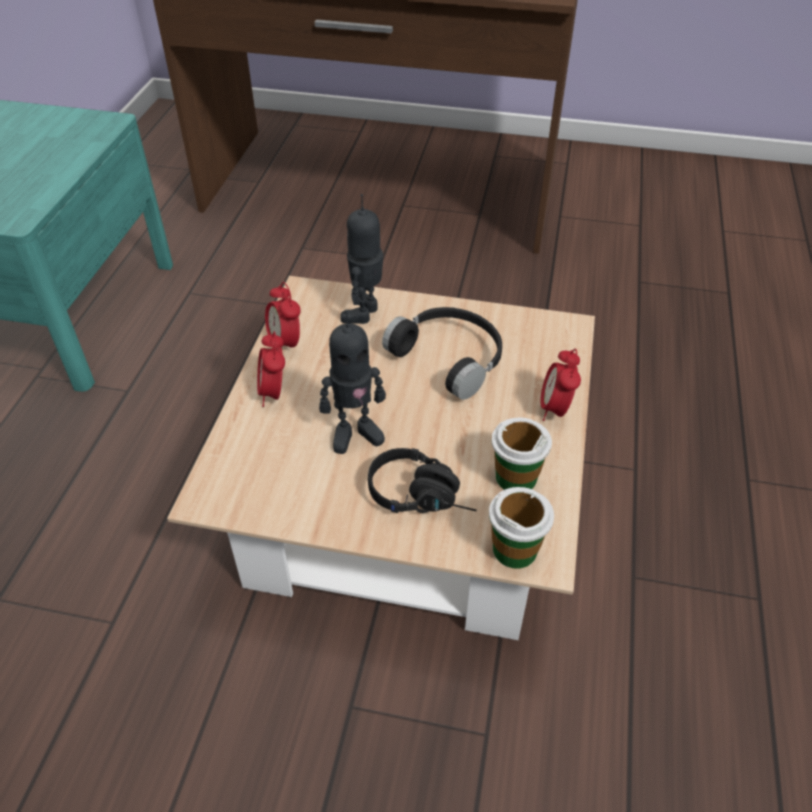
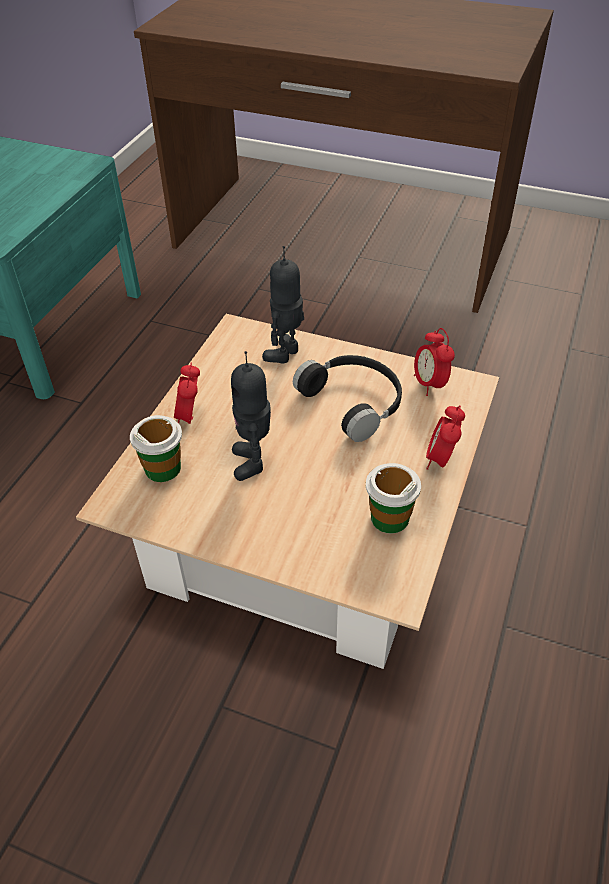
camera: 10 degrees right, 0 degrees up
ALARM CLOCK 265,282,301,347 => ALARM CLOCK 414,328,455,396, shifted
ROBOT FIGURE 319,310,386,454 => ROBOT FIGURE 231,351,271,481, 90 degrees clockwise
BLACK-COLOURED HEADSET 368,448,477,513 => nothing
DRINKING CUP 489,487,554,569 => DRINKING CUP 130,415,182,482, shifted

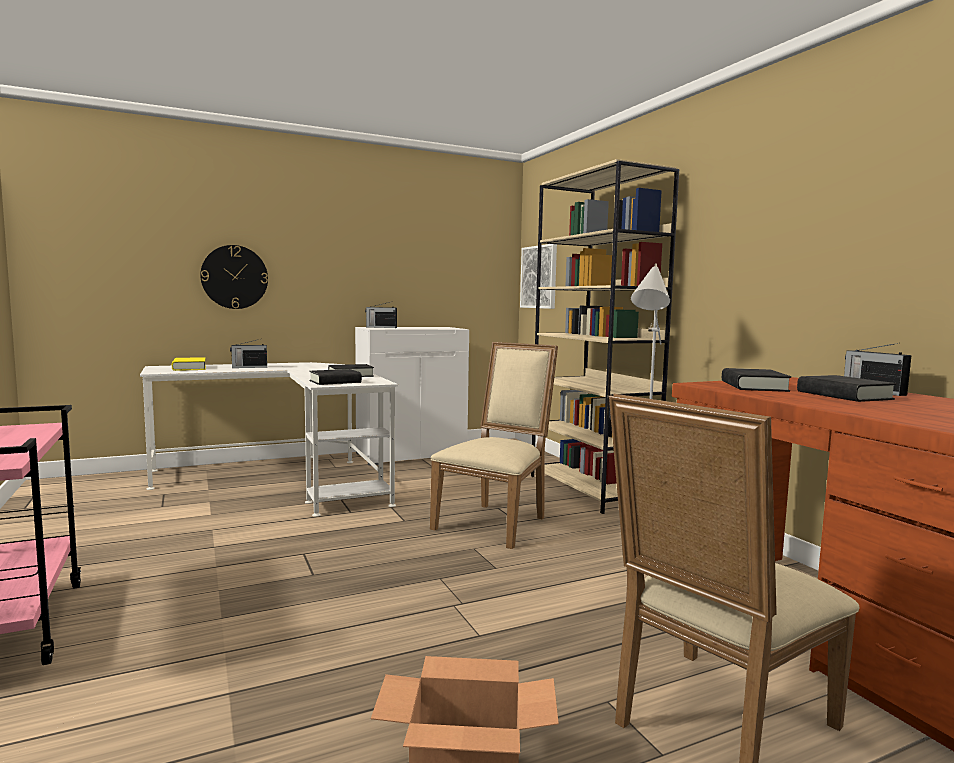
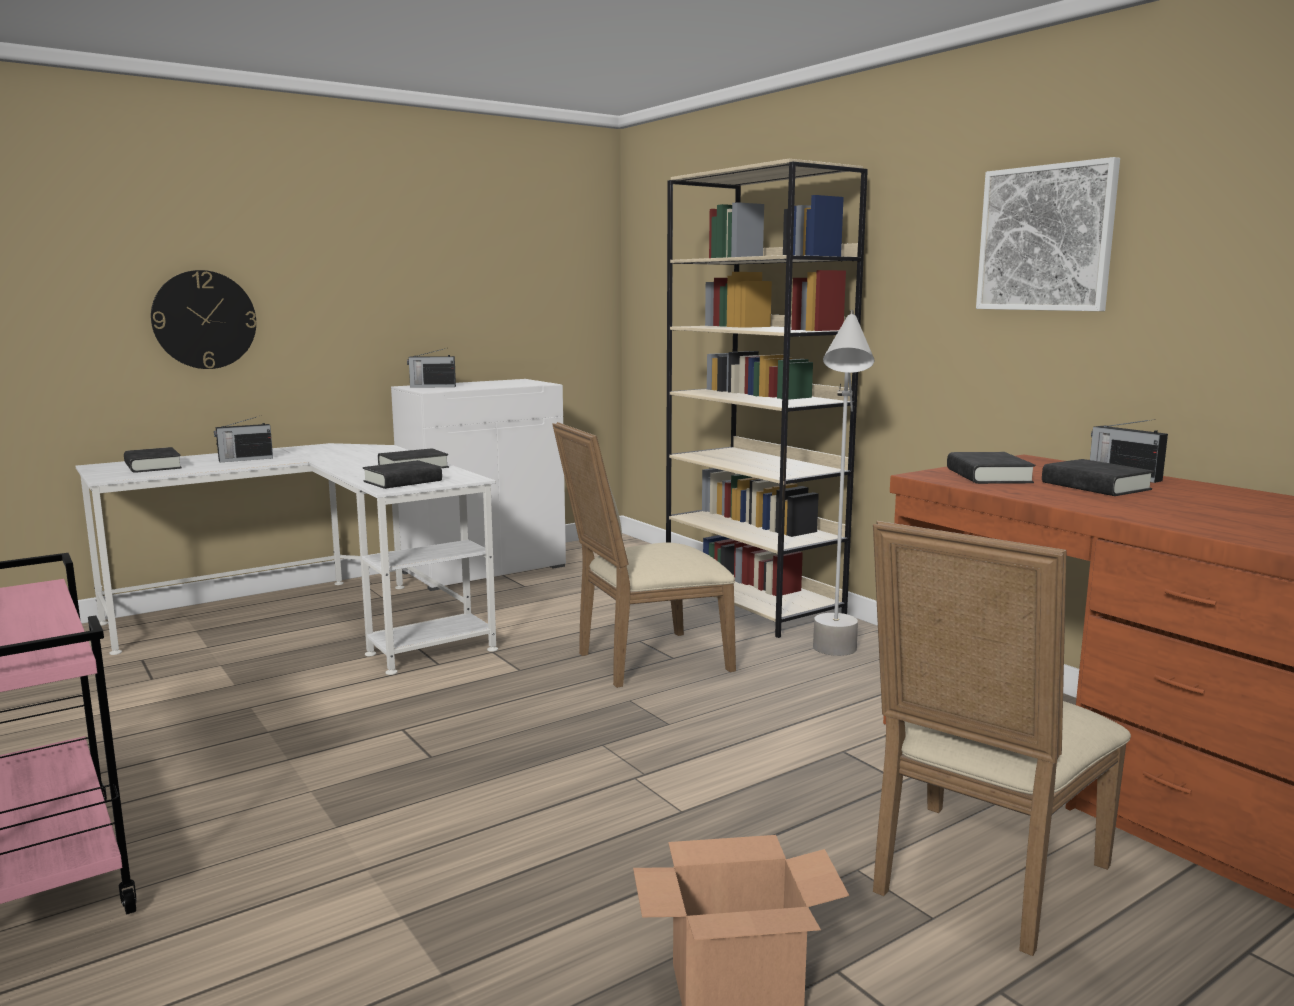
camera: 10 degrees left, 5 degrees up
PICTURE 520,244,557,309 => PICTURE 976,157,1120,311, shifted
BEIGE CHAIR 430,342,558,549 => BEIGE CHAIR 552,422,736,688, 135 degrees counterclockwise
YELLOW VOLUME 172,357,206,371 => BLACK-COLOURED VOLUME 124,447,182,473

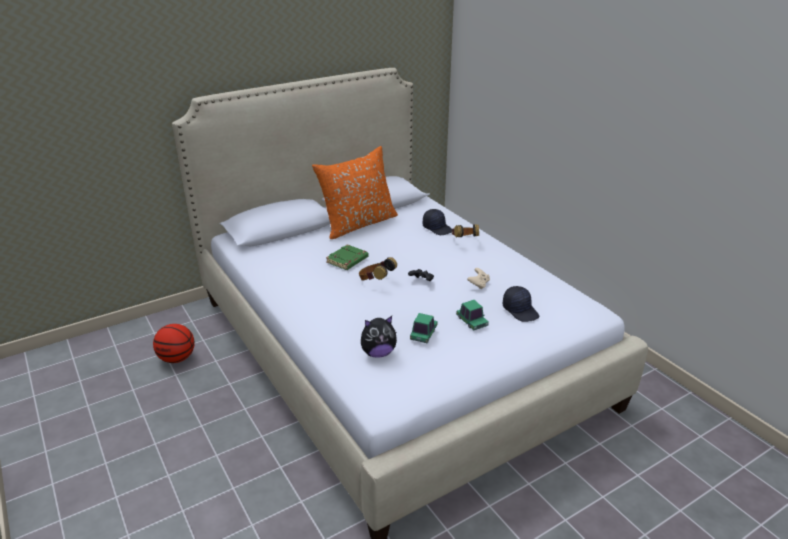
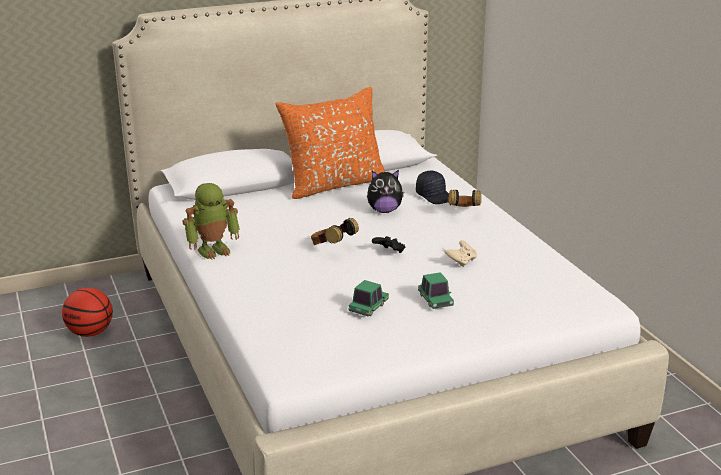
camera: 10 degrees right, 5 degrees down
GREEN VOLUME 326,244,369,270 => nothing
BLACK-COLOURED CAP 503,286,539,322 => nothing
SOFT TOY 361,316,397,358 => SOFT TOY 367,170,404,213, shifted
nothing => ROBOT FIGURE 182,183,240,260

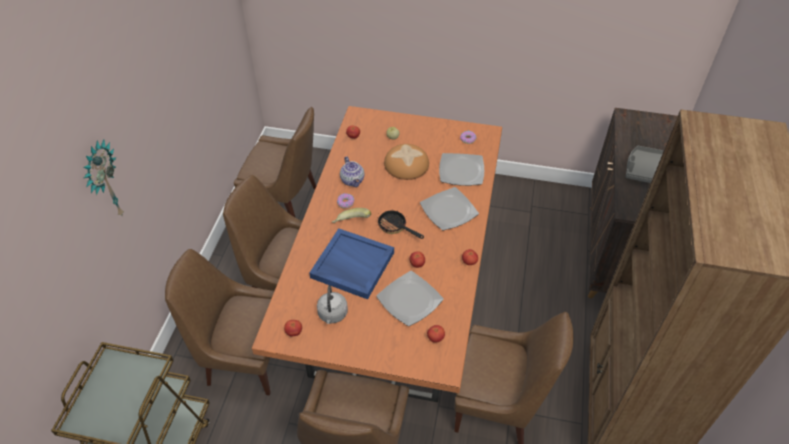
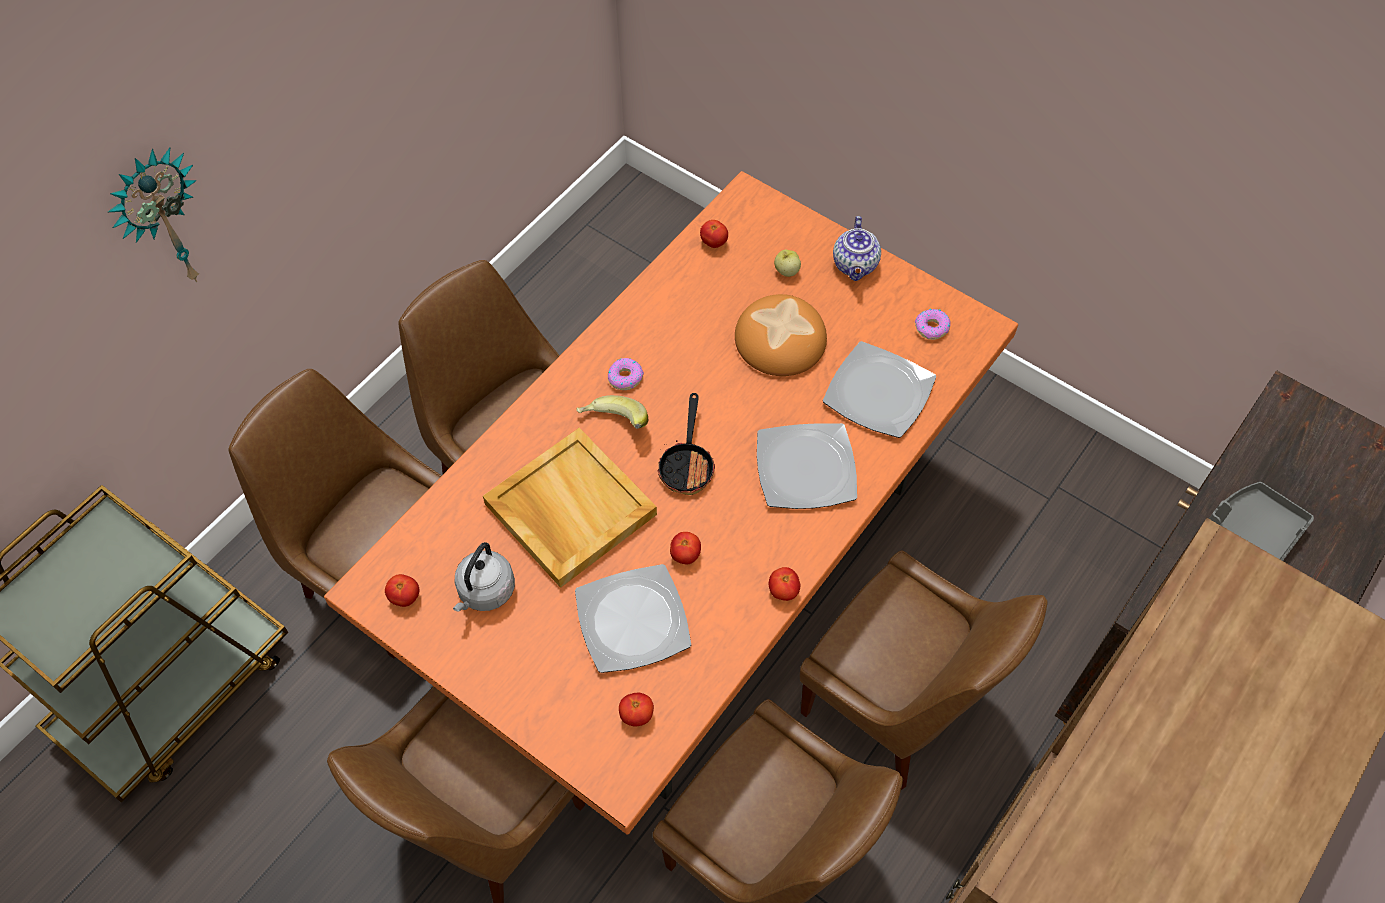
camera: 25 degrees right, 10 degrees up
BROWN-COLOURED CHAIR 234,107,316,218 => BROWN-COLOURED CHAIR 800,550,1048,790, shifted
TEAPOT 340,157,364,187 => TEAPOT 833,216,881,281, shifted
SKILLET 377,210,424,239 => SKILLET 658,393,715,495, 150 degrees counterclockwise
BLUE-COLOURED SERVING TRAY 309,228,394,299 => BEIGE SERVING TRAY 483,428,657,588

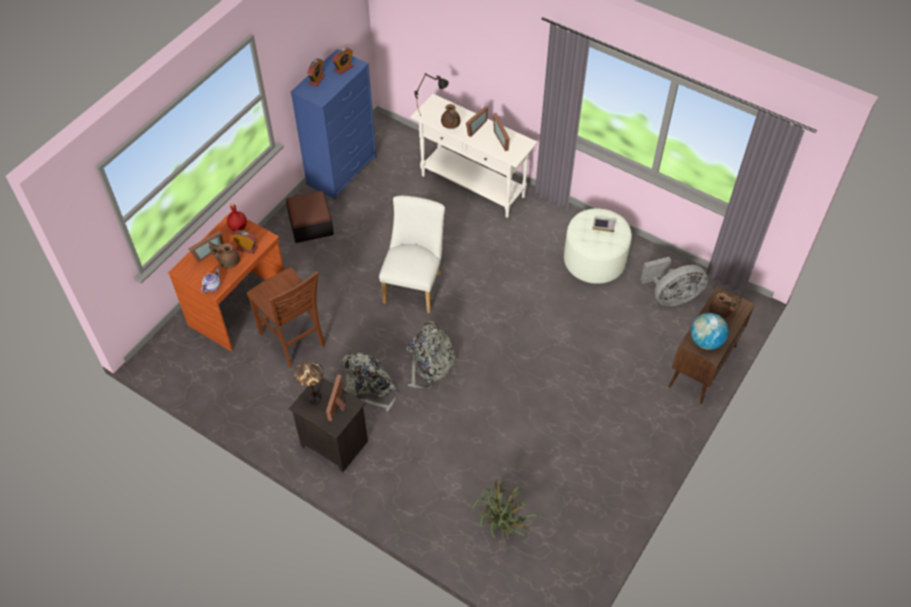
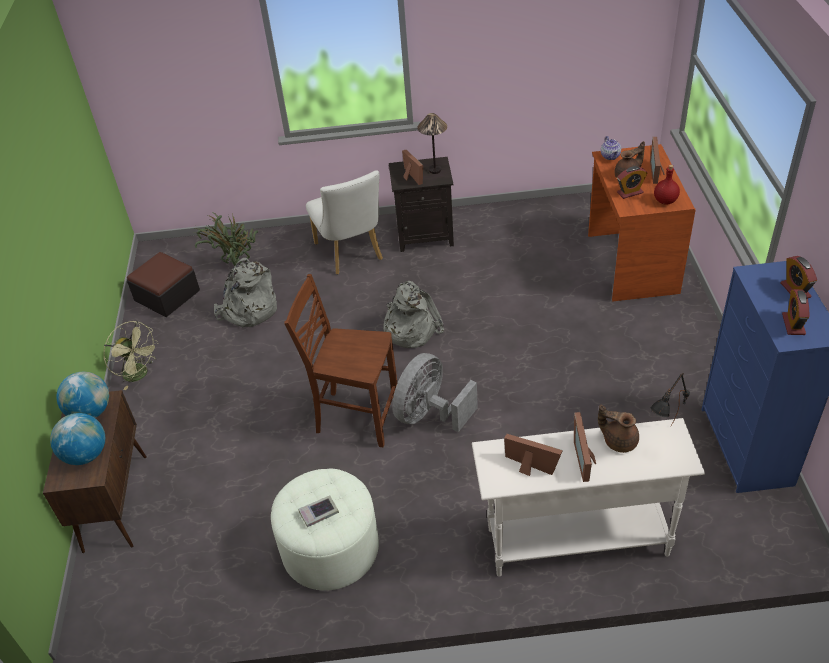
camera: 145 degrees right, 10 degrees down
FOOTREST 286,191,334,243 => FOOTREST 127,252,200,317, shifted
WHITISH CHAIR 379,196,445,313 => WHITISH CHAIR 306,170,383,274, shifted
GREYISH COOLING FAN 641,257,708,306 => GREYISH COOLING FAN 392,353,478,432, shifted
BROWN-COLOURED CHAIR 247,267,325,367 => BROWN-COLOURED CHAIR 284,274,398,447, shifted
BROWN-COLOURED TEAPOT 709,293,742,319 => DESK GLOBE 50,413,105,465
GREYISH RUCKSACK 340,353,397,412 => GREYISH RUCKSACK 214,258,277,328, shifted
nothing => GREEN COOLING FAN 104,321,159,390

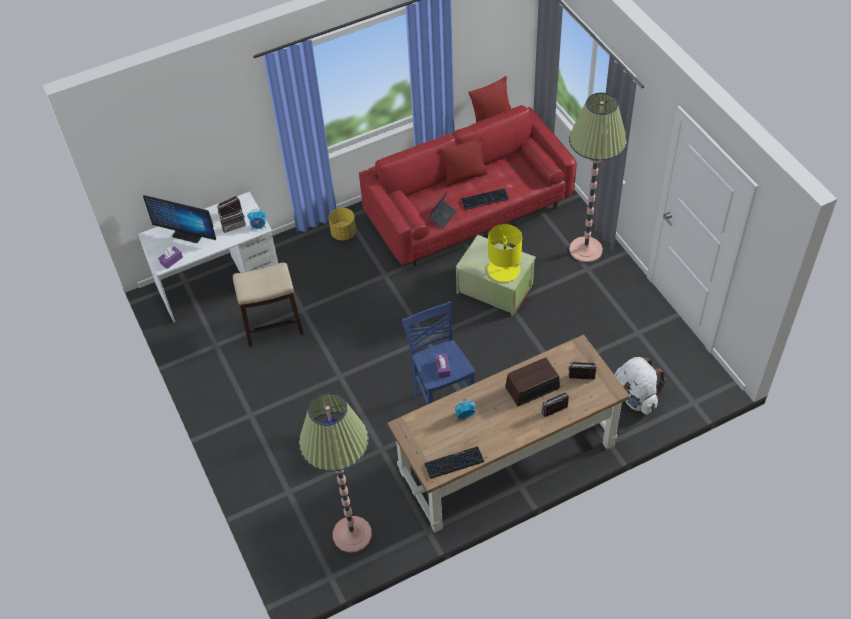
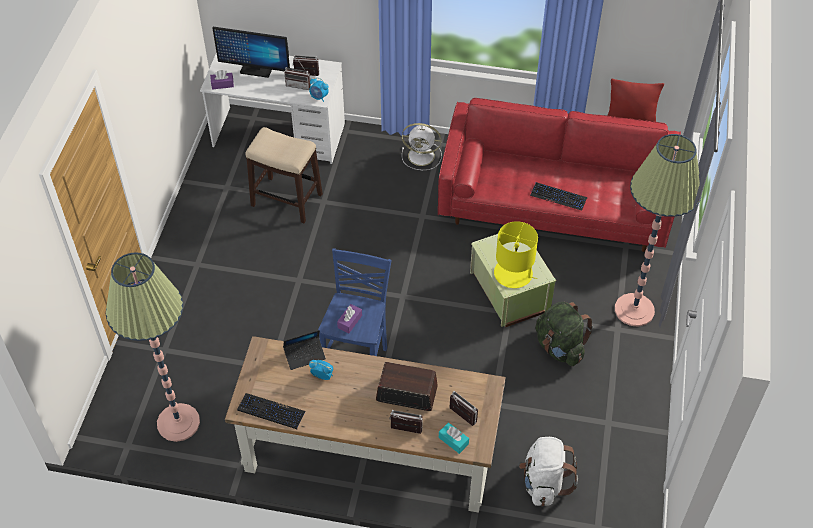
camera: 35 degrees right, 0 degrees up
RED-COLOURED THROW PILLOW 440,136,488,187 => nothing
LAPTOP 428,191,457,228 => LAPTOP 283,330,326,370, shifted
COMPUTER DISPLAY 143,195,216,243 => COMPUTER DISPLAY 212,27,290,78, 45 degrees counterclockwise
YELLOW FLOWER POT 329,208,356,240 => WHITISH COOLING FAN 402,123,442,170
nothing => GREEN RUCKSACK 535,302,593,366
nothing => TURQUOISE BOX OF TISSUES 439,422,469,454

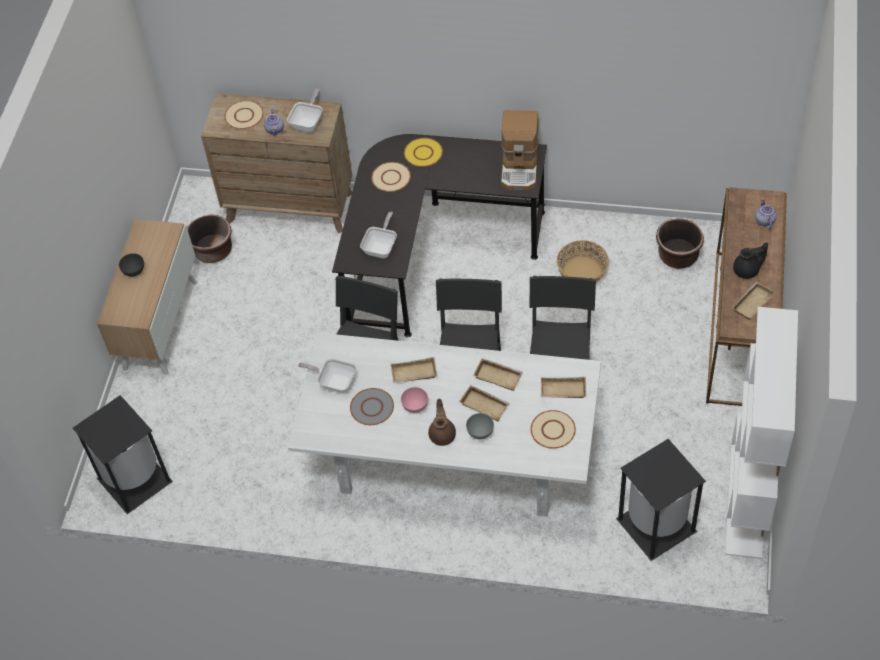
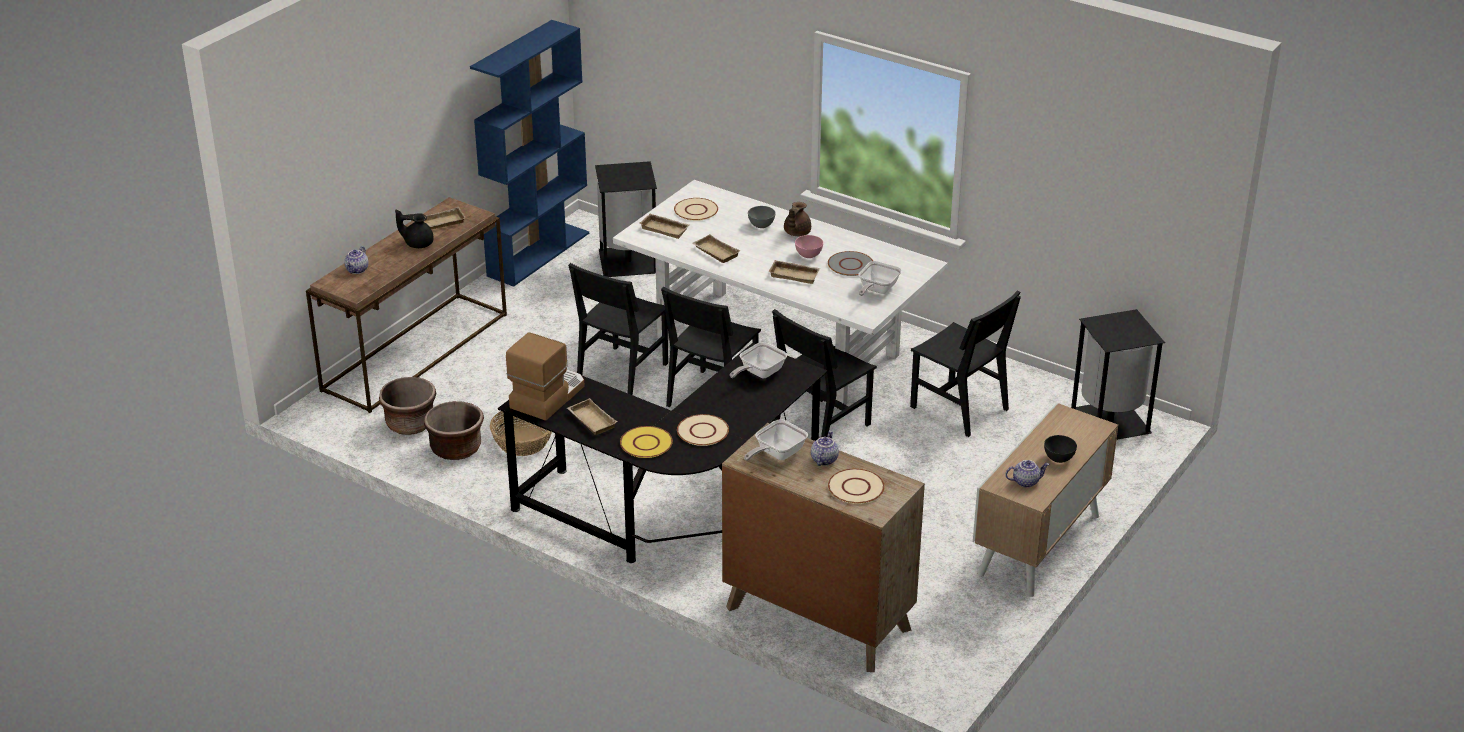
camera: 160 degrees left, 20 degrees down
BROWN-COLOURED FLOWER POT 187,215,232,263 => BROWN-COLOURED FLOWER POT 424,401,484,460, shifted
WHITISH SHELVING UNIT 725,307,798,559 => BLUE-COLOURED SHELVING UNIT 470,20,589,287
SKILLET 298,358,356,393 => SKILLET 858,261,902,296, 75 degrees clockwise
BEIGE SERVING TRAY 459,385,510,421 => BEIGE SERVING TRAY 567,398,617,435, shifted
nothing => BLACK-COLOURED CHAIR 910,290,1021,437
nothing => TEAPOT 1005,460,1050,487

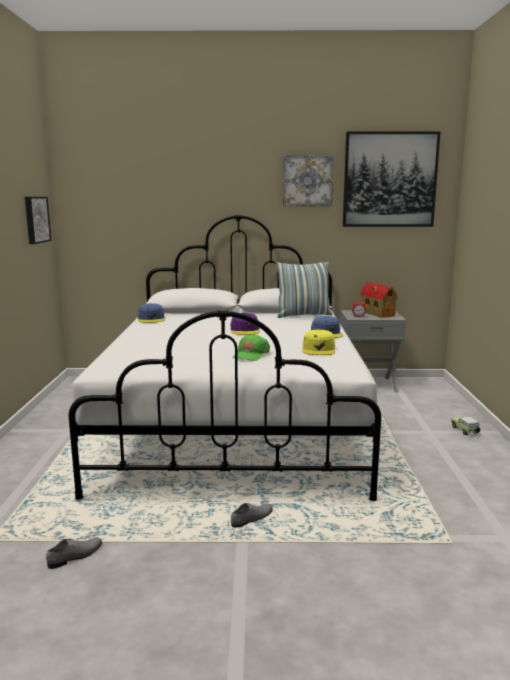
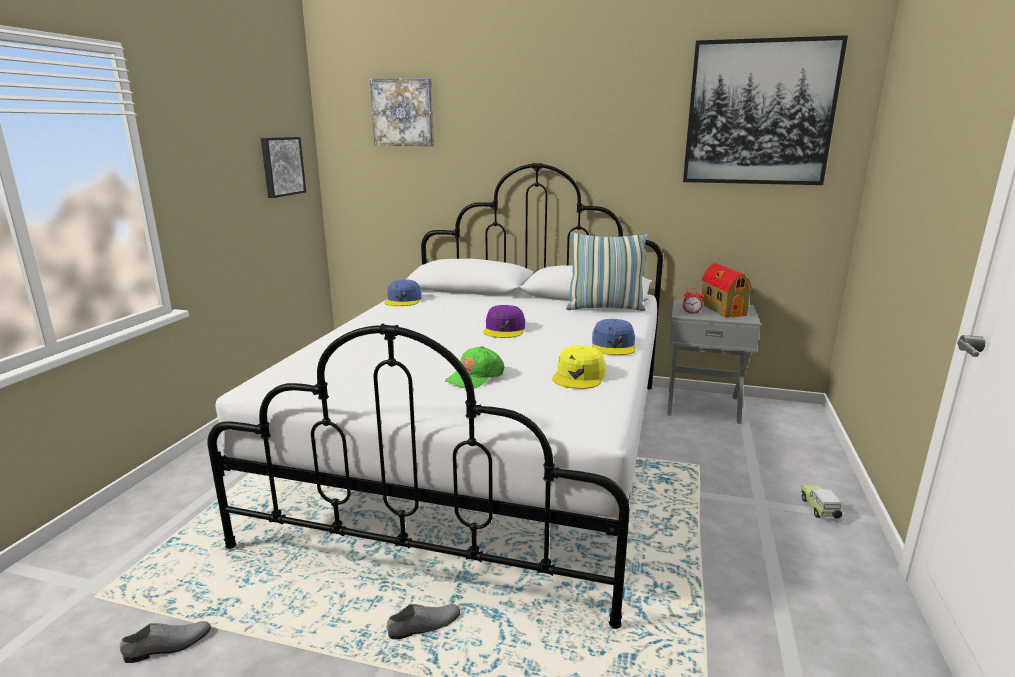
camera: 15 degrees right, 5 degrees up
PICTURE 283,155,334,206 => PICTURE 370,78,434,146, shifted

